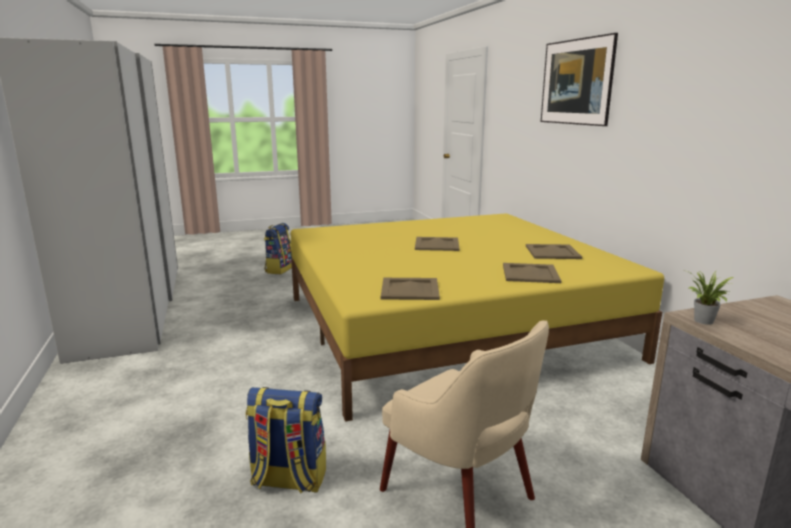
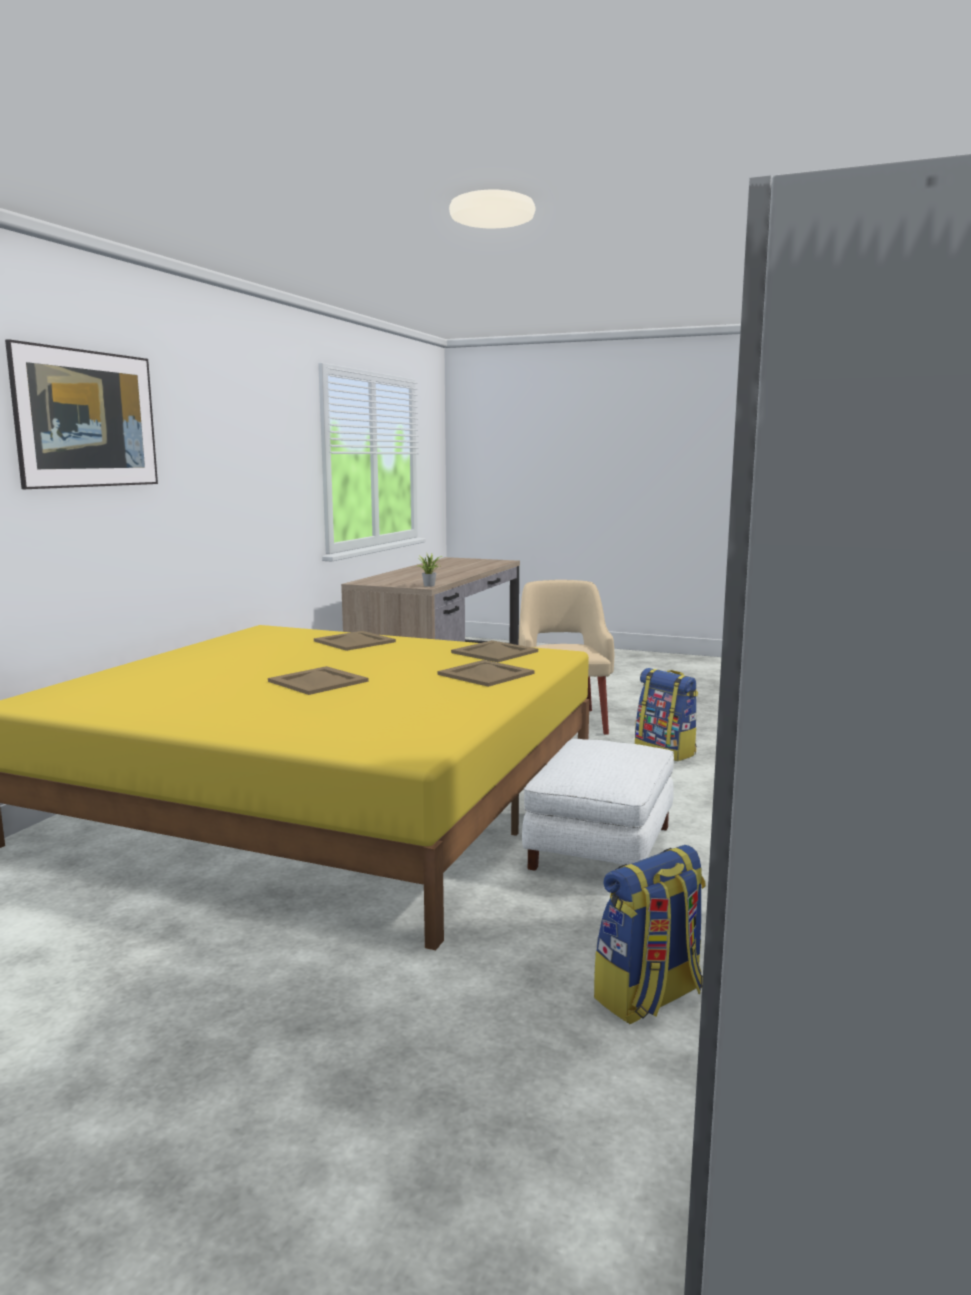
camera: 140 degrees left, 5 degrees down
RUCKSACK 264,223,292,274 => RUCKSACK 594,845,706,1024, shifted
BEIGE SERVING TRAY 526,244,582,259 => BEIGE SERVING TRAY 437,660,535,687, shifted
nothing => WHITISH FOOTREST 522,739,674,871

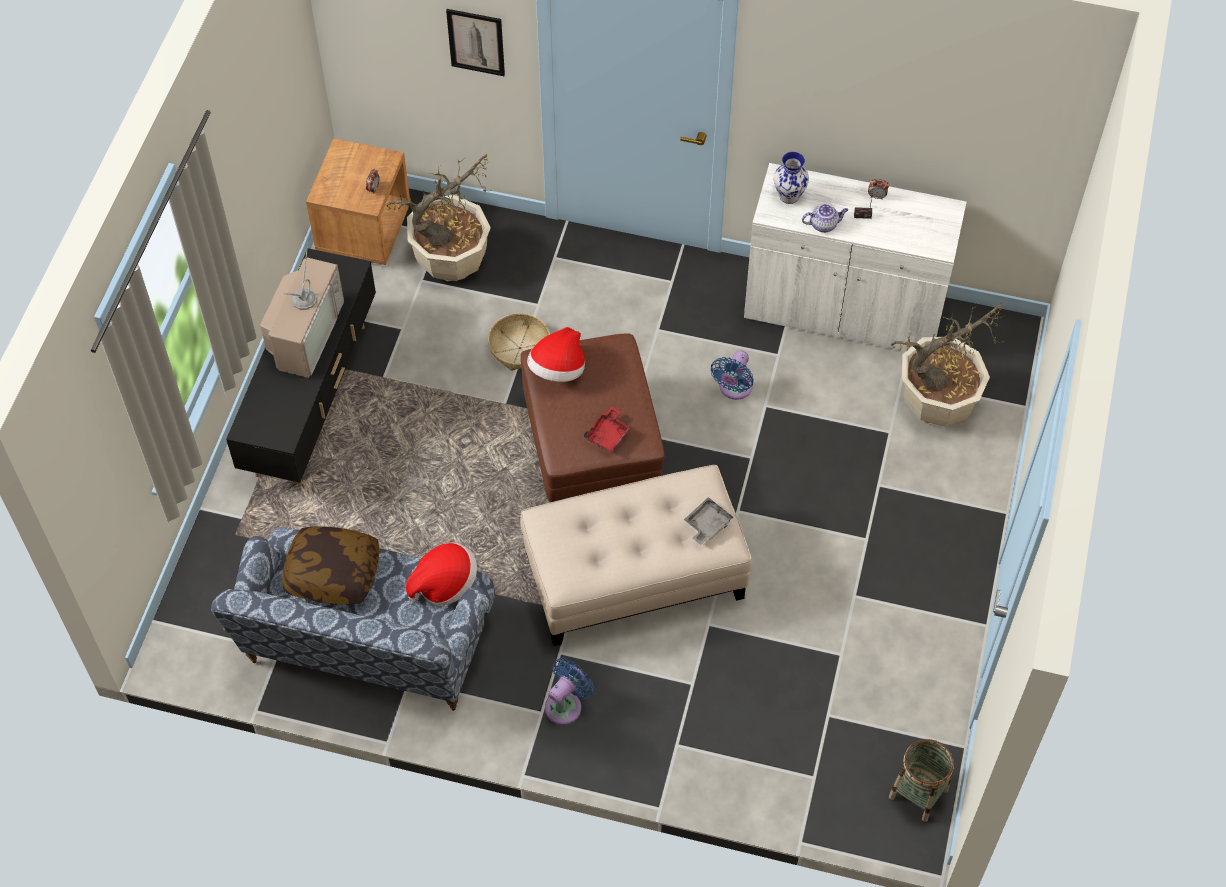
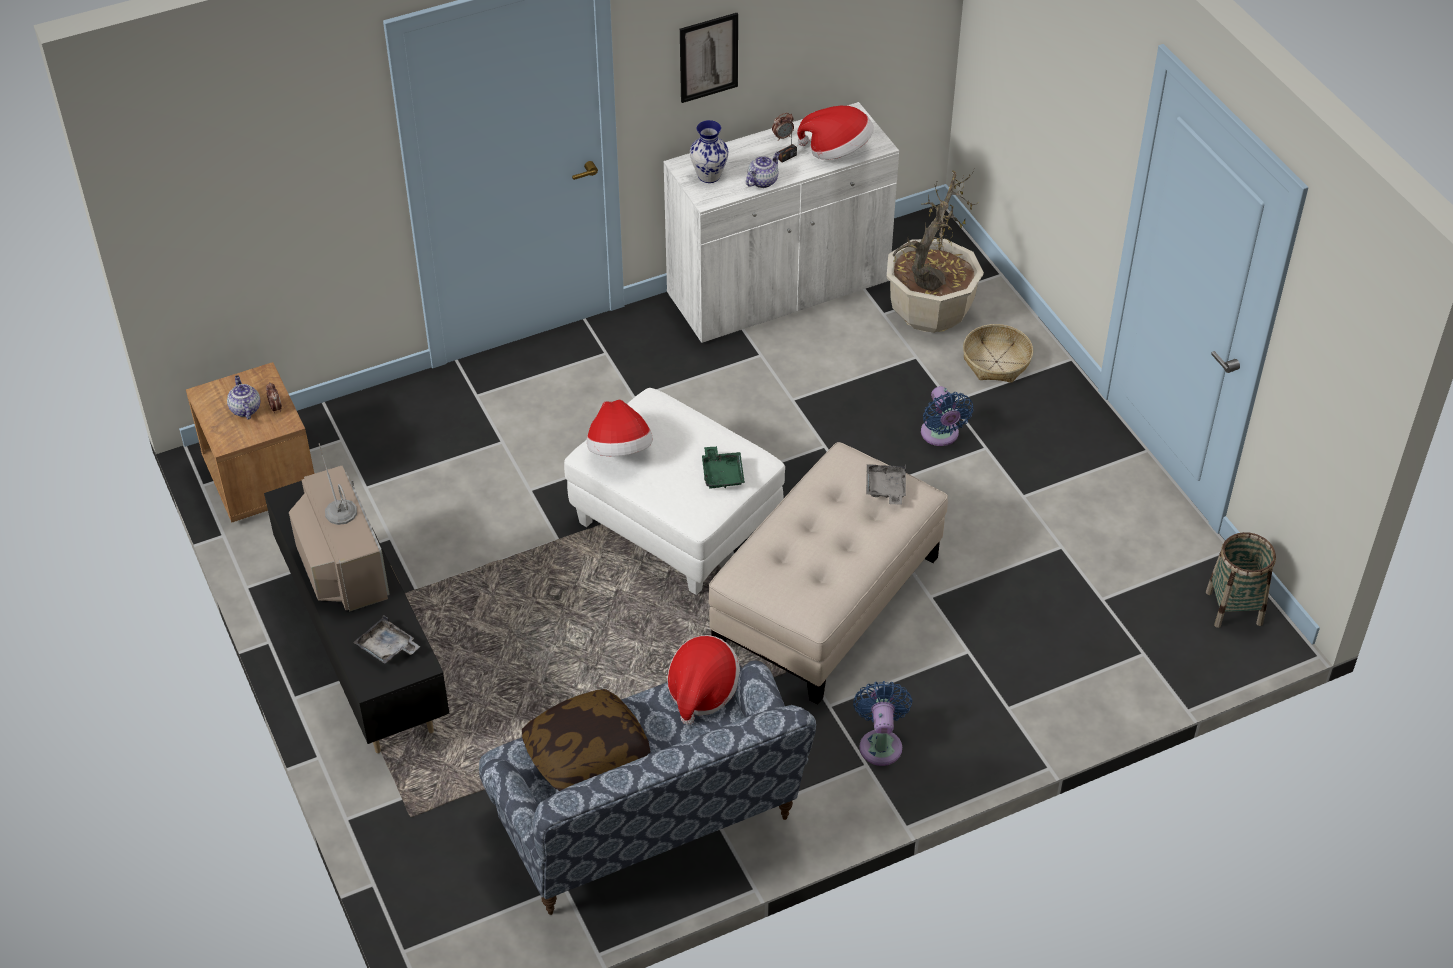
camera: 40 degrees left, 10 degrees down
PICTURE 446,9,505,76 => PICTURE 680,13,738,103, shifted
POTTED PLANT 386,154,492,281 => nothing
BASKET 488,313,550,371 => BASKET 963,324,1033,383, shifted
BROWN-COLOURED FOOTREST 520,333,665,503 => WHITISH FOOTREST 564,388,785,595
BLUE-COLOURED COOLING FAN 711,350,754,400 => BLUE-COLOURED COOLING FAN 921,386,973,446, shifted
RED-COLOURED SERVING TRAY 584,406,631,453 => GREEN SERVING TRAY 702,446,745,489
nothing => HAT 797,106,874,160
nothing => TEAPOT 227,375,260,420
nothing => GREYISH SERVING TRAY 354,615,420,664

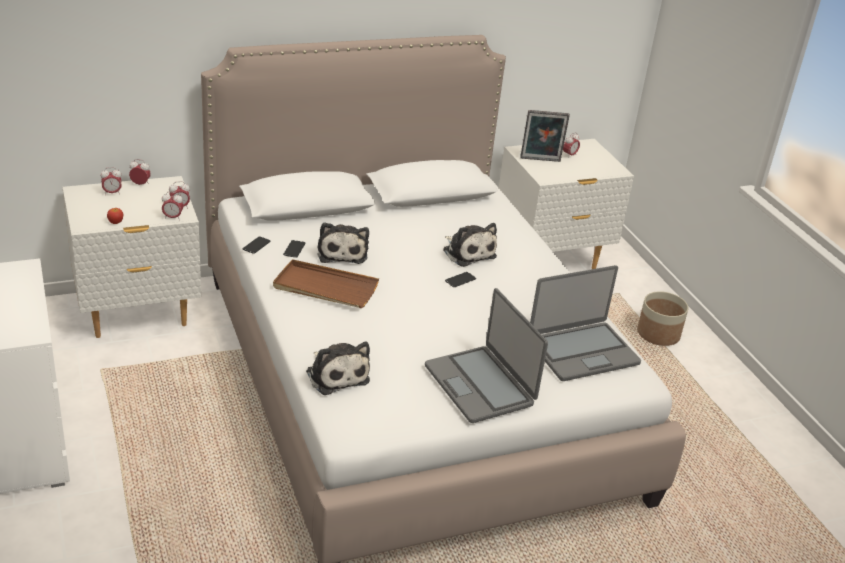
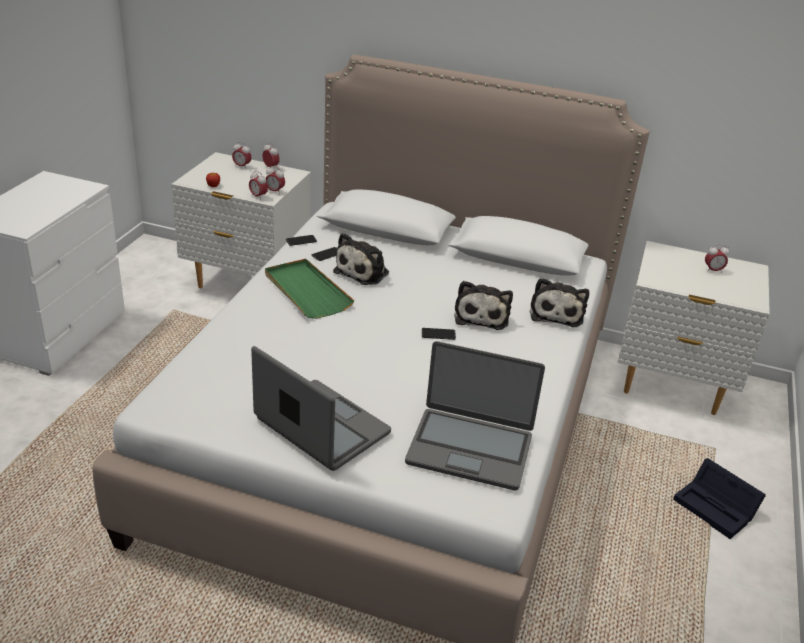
camera: 40 degrees right, 0 degrees up
PICTURE FRAME 520,110,570,162 => nothing
BROWN-COLOURED SERVING TRAY 273,259,379,308 => GREEN SERVING TRAY 265,259,355,319
LAPTOP 425,288,548,423 => LAPTOP 251,346,391,471, 120 degrees clockwise
FLOWER POT 637,291,688,346 => BLACK-COLOURED STORAGE BIN 673,458,766,539
SOFT TOY 306,341,370,395 => SOFT TOY 530,278,589,327, shifted

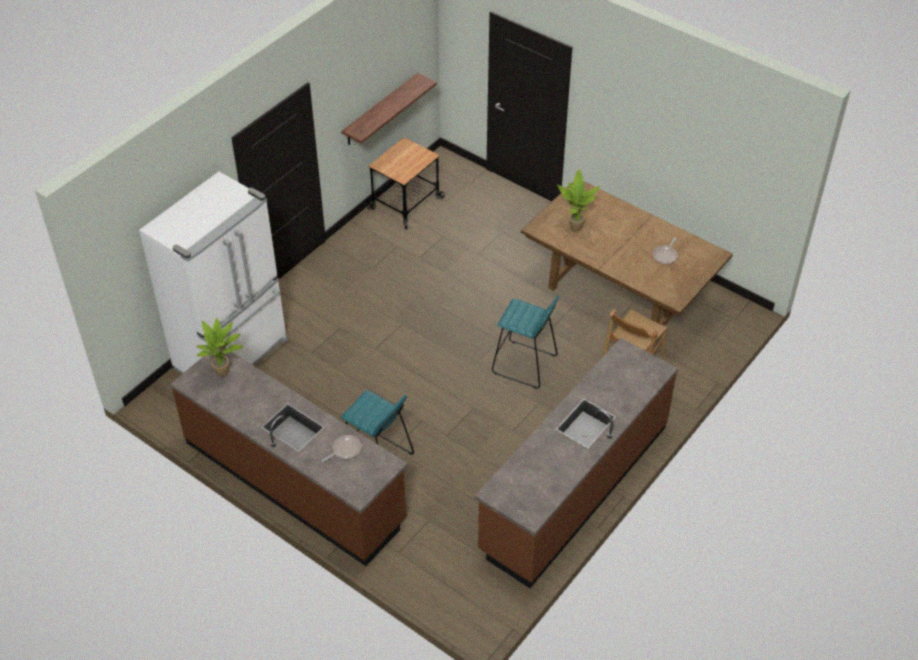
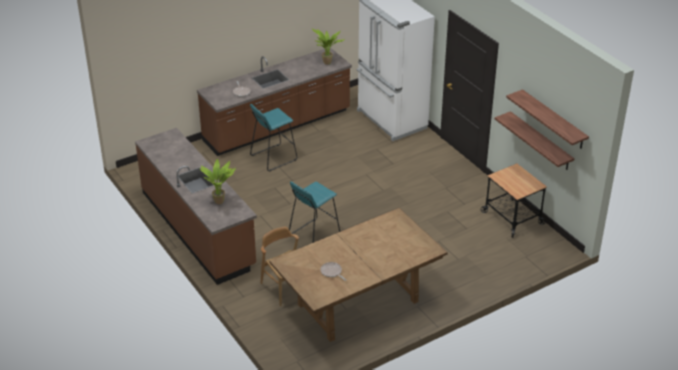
camera: 110 degrees right, 10 degrees down
POTTED PLANT 557,169,600,232 => POTTED PLANT 200,159,236,204, shifted
nothing => BRACKET SHELF 506,89,589,149

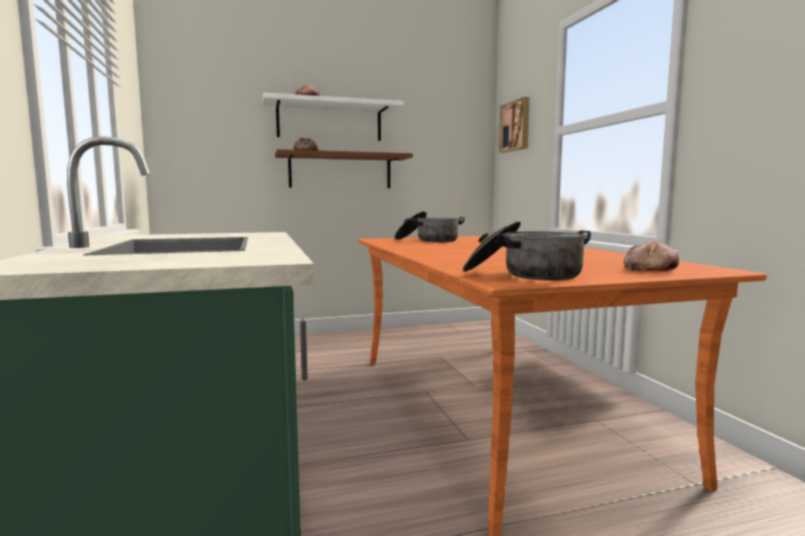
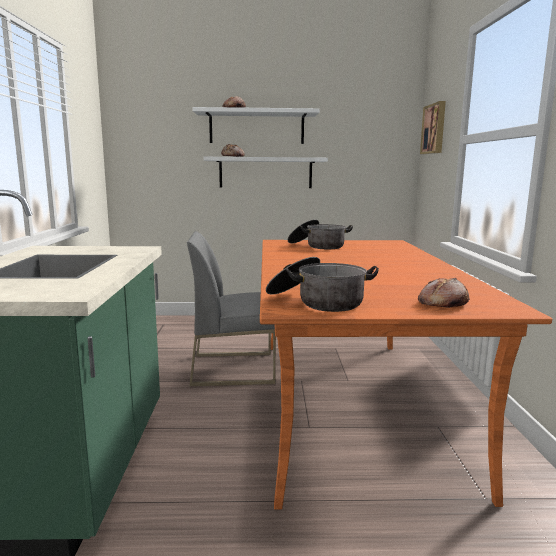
camera: 15 degrees right, 5 degrees up
BROWN-COLOURED BRACKET SHELF 275,149,413,188 => WHITISH BRACKET SHELF 204,157,328,188
nothing => GREYISH CHAIR 187,231,276,386

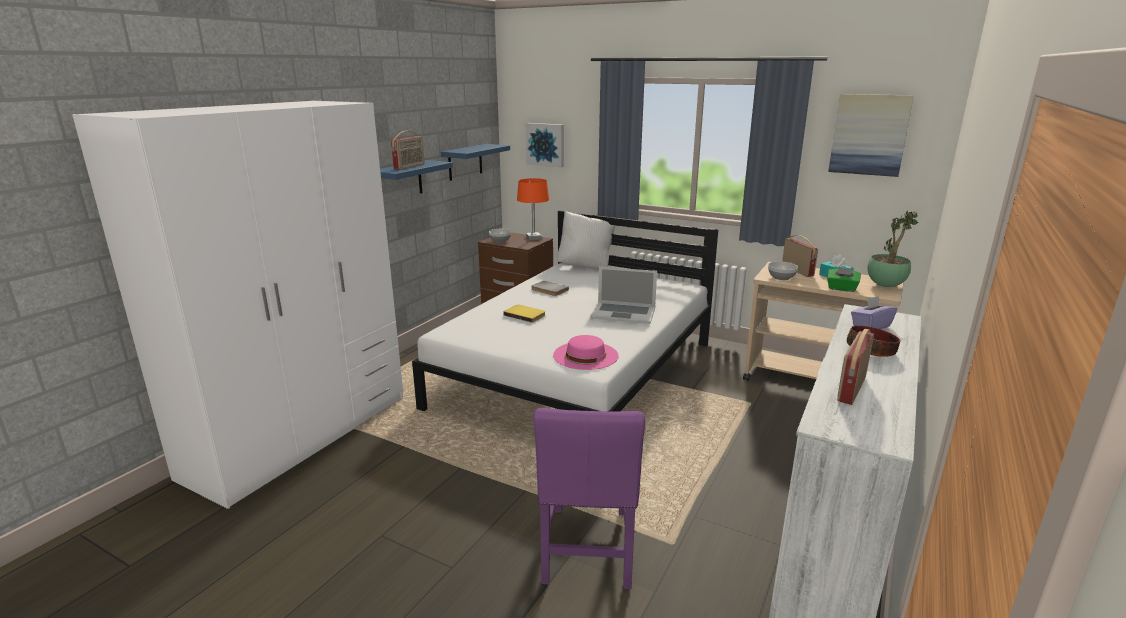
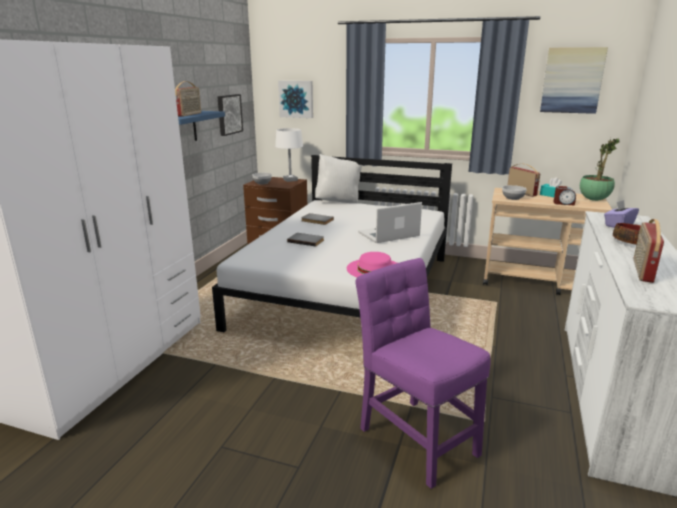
camera: 10 degrees left, 0 degrees up
BLUE-COLOURED BRACKET SHELF 441,144,510,181 => PICTURE 217,94,243,136
ORANGEY LAMP FOR A TABLE 517,178,549,241 => WHITISH LAMP FOR A TABLE 275,128,303,182
GREEN BOX OF TISSUES 827,266,861,292 => ALARM CLOCK 554,186,576,206
LAPTOP 590,267,657,324 => LAPTOP 358,202,422,243, 150 degrees clockwise
YELLOW VOLUME 503,305,546,323 => GREYISH VOLUME 287,233,324,247
PURPLISH CHAIR 533,408,645,589 => PURPLISH CHAIR 355,258,491,489, 150 degrees clockwise

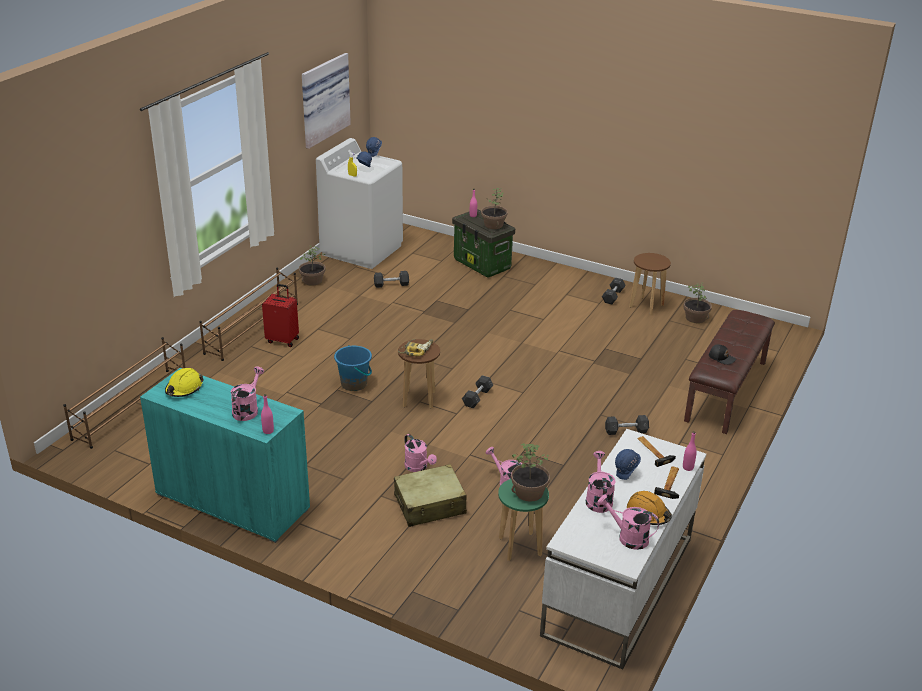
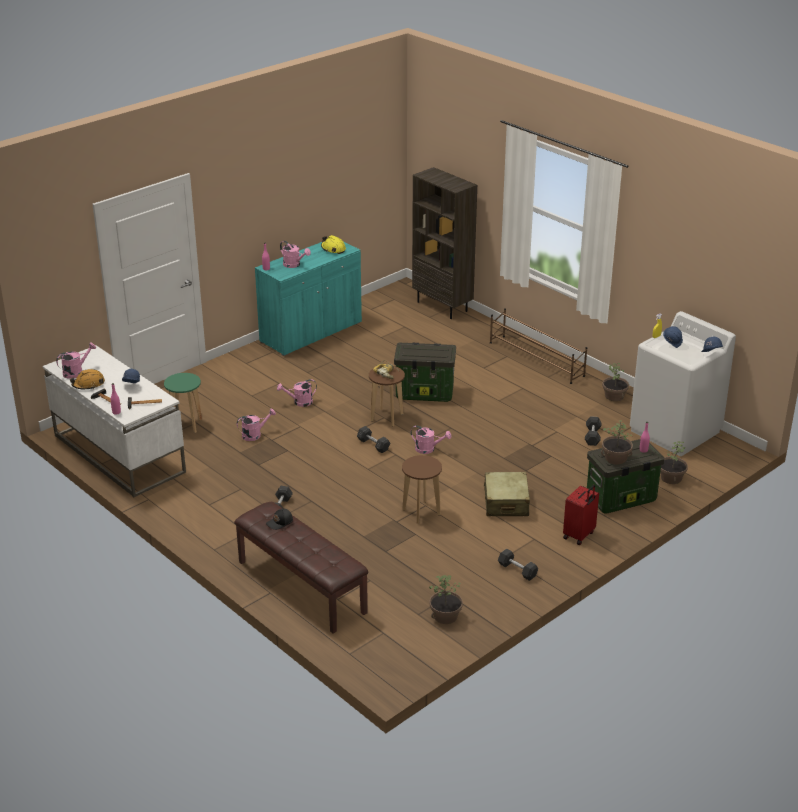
camera: 110 degrees right, 0 degrees up
PICTURE 302,53,351,149 => nothing
BROWN-COLOURED SITTING STOOL 629,253,671,315 => BROWN-COLOURED SITTING STOOL 402,455,442,524, shifted
RED-COLOURED PIECE OF LUGGAGE 262,284,299,347 => RED-COLOURED PIECE OF LUGGAGE 563,485,599,545, shifted
BROWN-COLOURED SHOE SHELF 63,337,186,449 => BROWN-COLOURED SHELVING UNIT 412,167,477,319
BLUE-COLOURED WATER BUCKET 334,345,372,391 => STORAGE BIN 394,343,456,402
POTTED PLANT 511,443,550,502 => POTTED PLANT 660,441,688,484, shifted
PINK WATERING POT 586,451,616,513 => PINK WATERING POT 410,425,451,454, shifted
BEIGE PIECE OF LUGGAGE 394,464,467,527 => BEIGE PIECE OF LUGGAGE 483,472,530,516, shifted

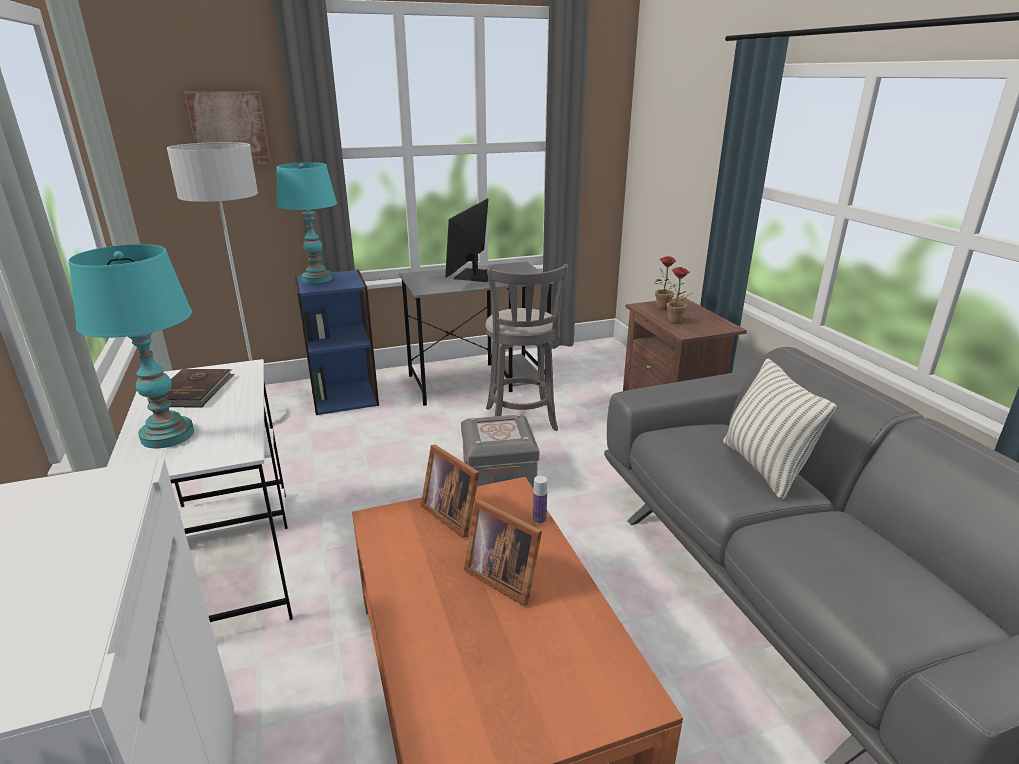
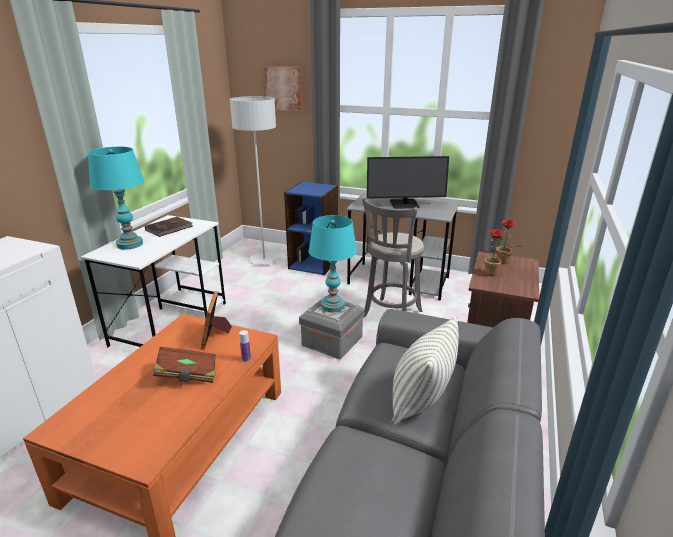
camera: 40 degrees right, 0 degrees up
TURQUOISE LAMP FOR A TABLE 276,162,337,284 => TURQUOISE LAMP FOR A TABLE 309,215,357,312, shifted
COMPUTER DISPLAY 445,199,489,282 => COMPUTER DISPLAY 367,156,449,209, 150 degrees counterclockwise
PICTURE FRAME 464,499,542,606 => BROWN-COLOURED VOLUME 153,347,216,383

